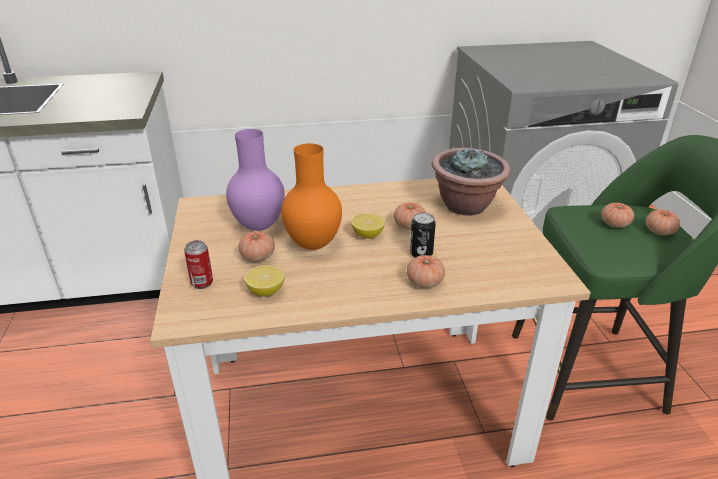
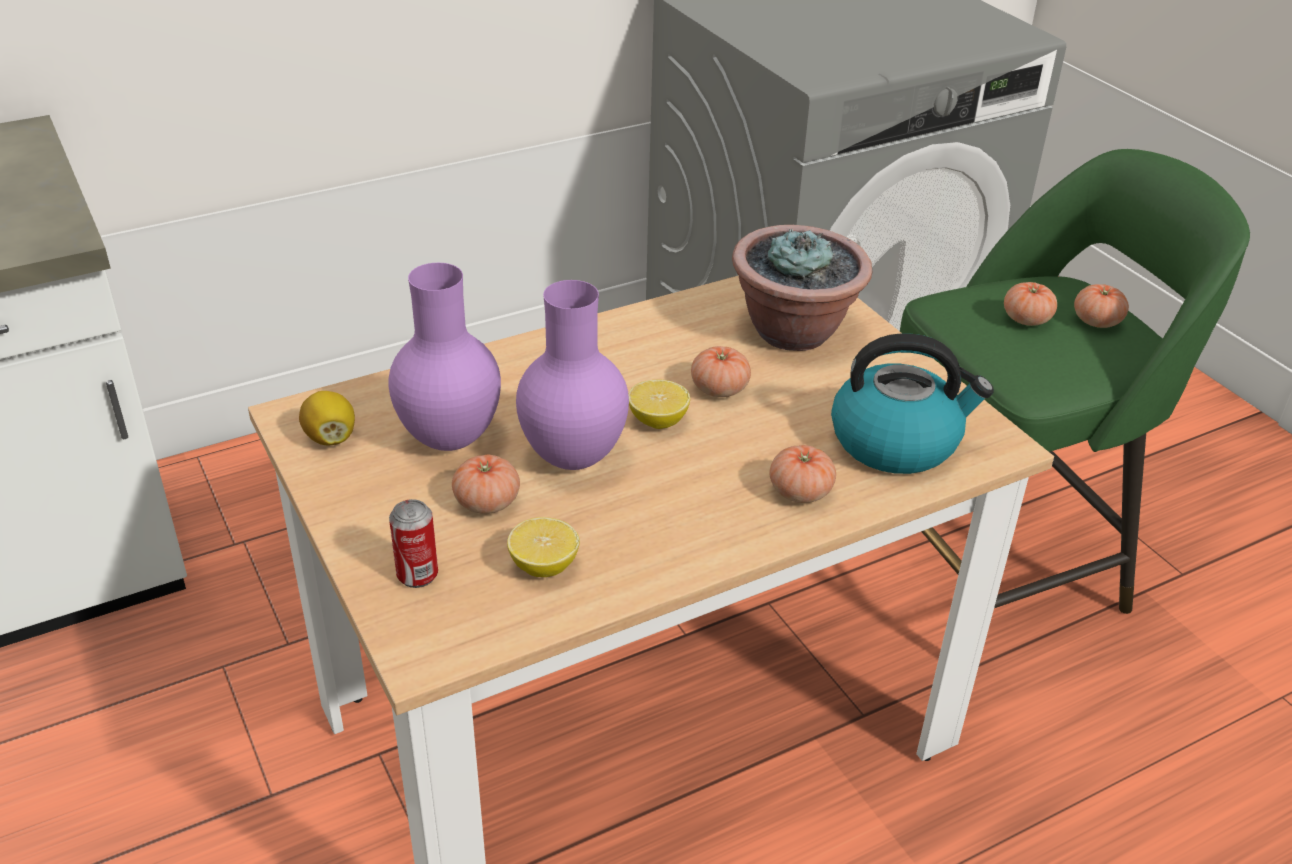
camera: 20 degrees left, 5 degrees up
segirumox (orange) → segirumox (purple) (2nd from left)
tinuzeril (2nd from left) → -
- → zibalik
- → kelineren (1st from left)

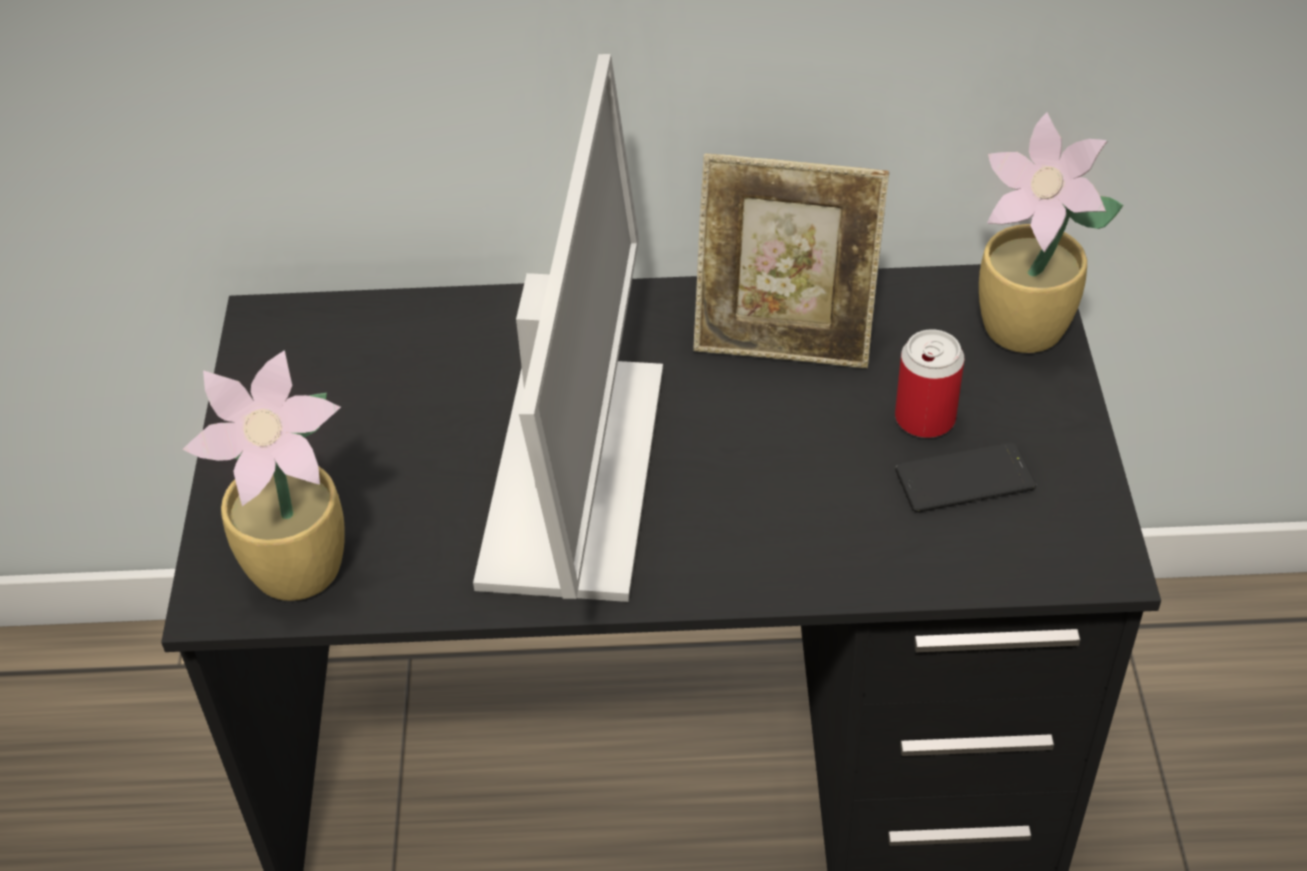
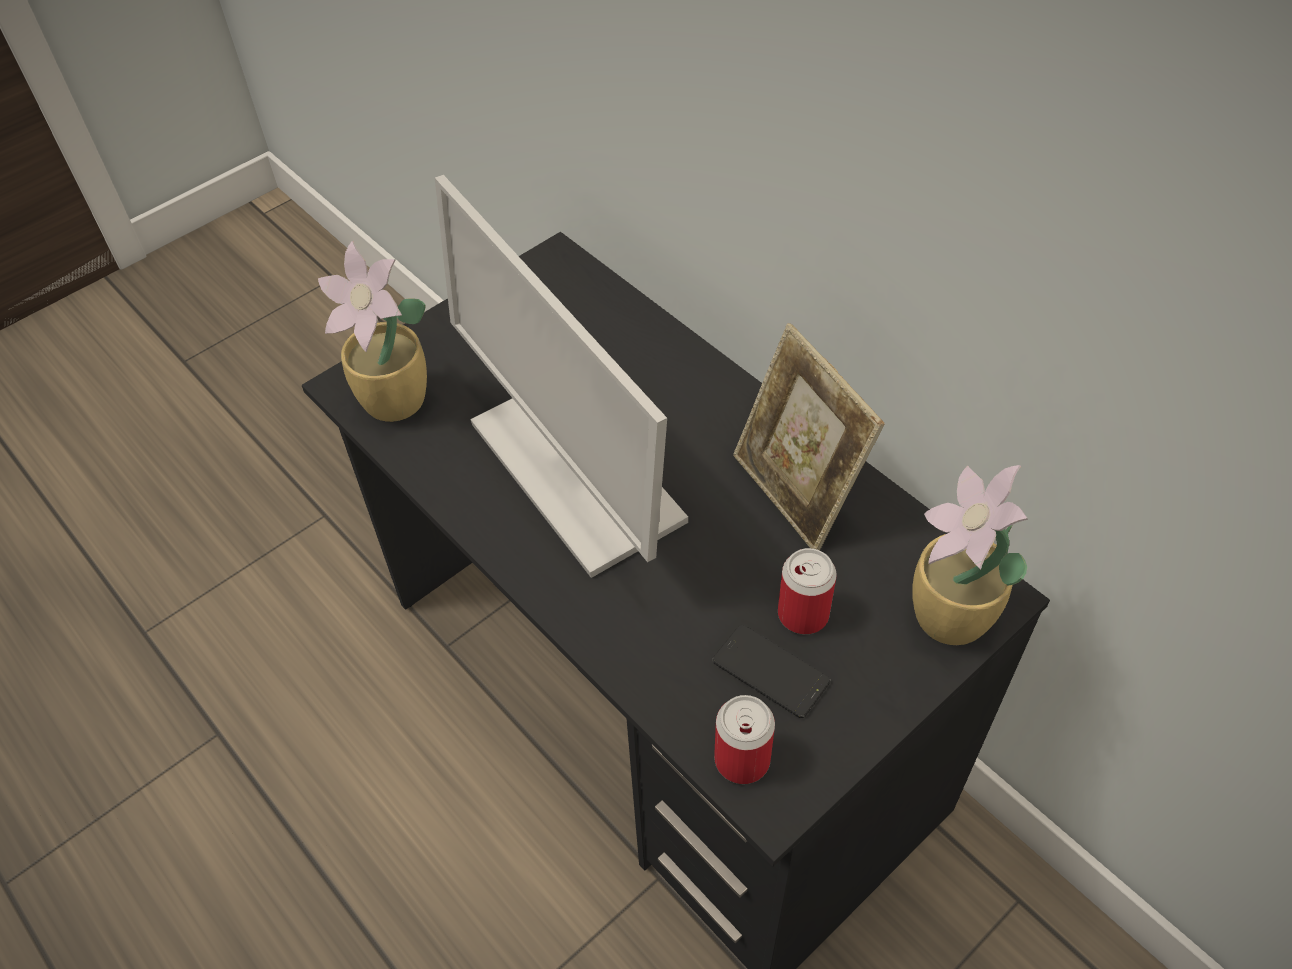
camera: 50 degrees right, 5 degrees up
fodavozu, 90 degrees clockwise
- → tinuzeril (1st from left)

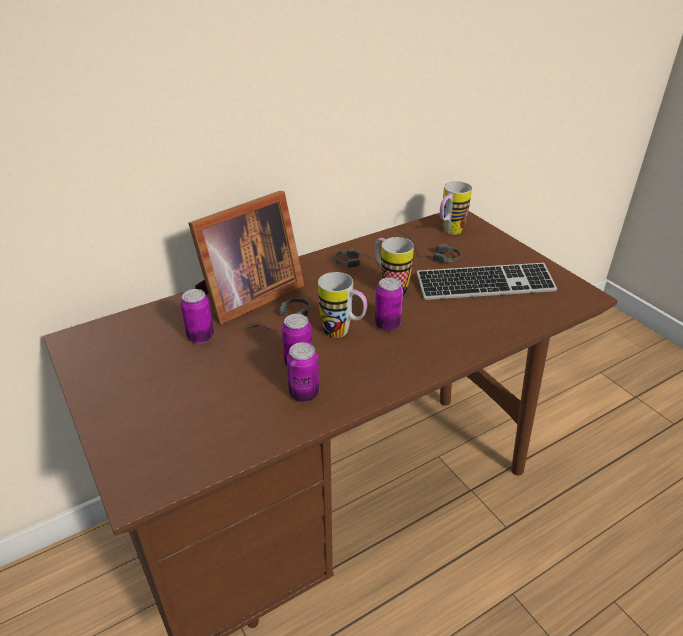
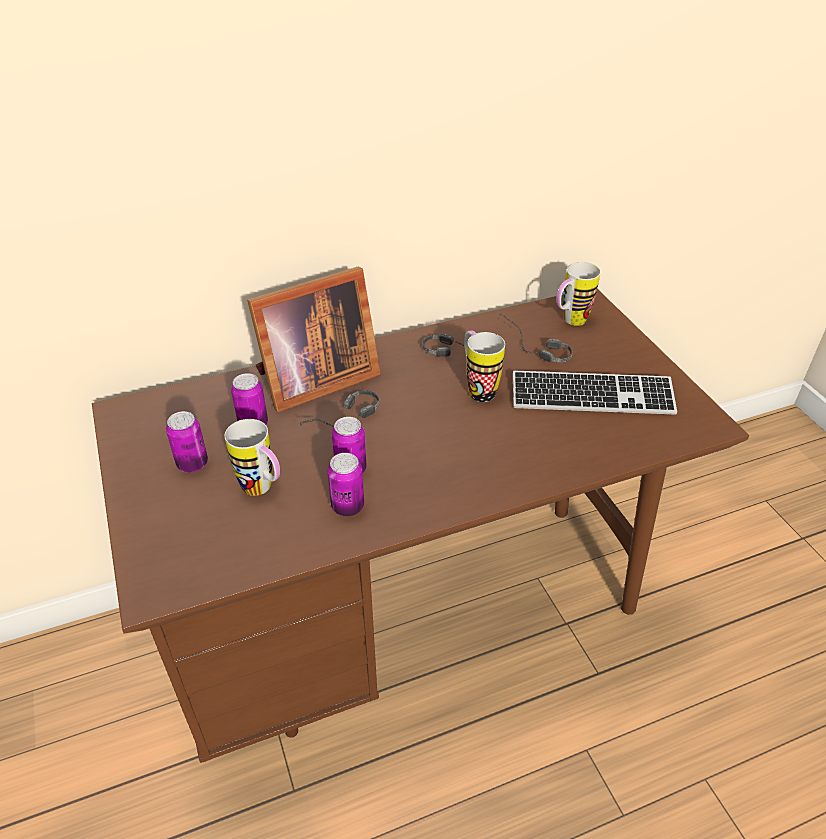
camera: 10 degrees right, 5 degrees up
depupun (1st from left), move
tinuzeril (4th from left in the first image) → tinuzeril (1st from left), move

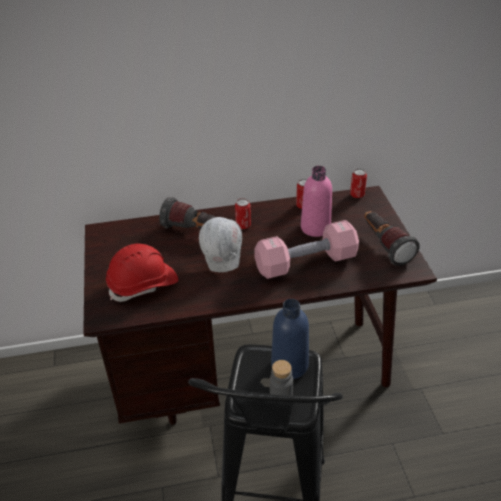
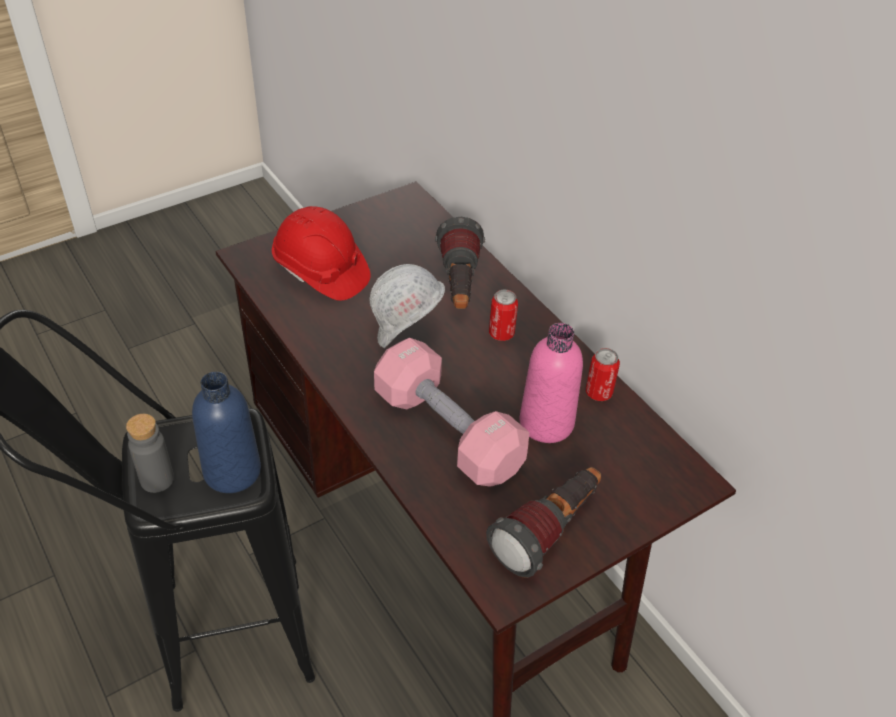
camera: 65 degrees right, 5 degrees up
tinuzeril (3rd from left) → -

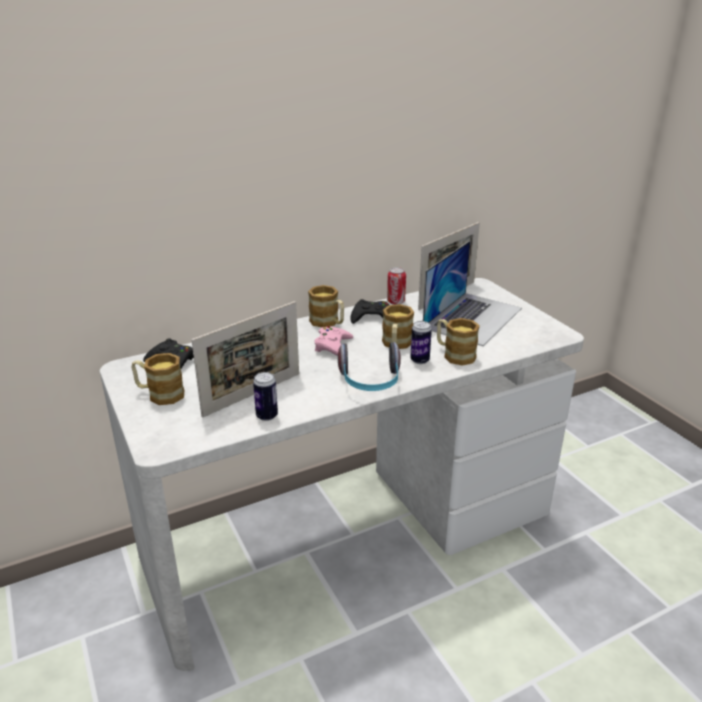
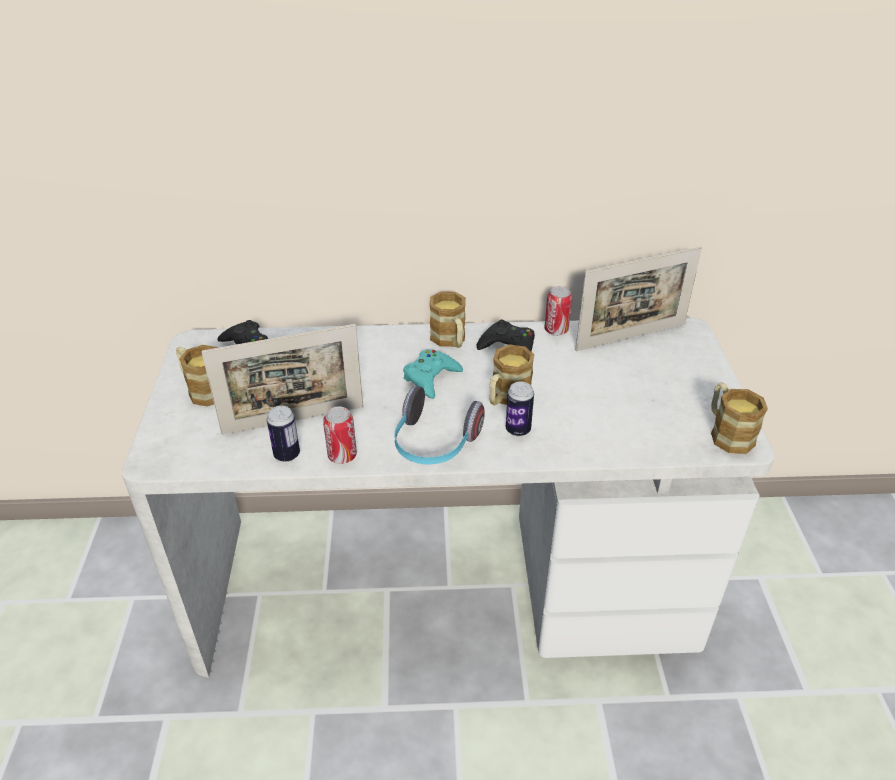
camera: 25 degrees right, 10 degrees up
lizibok → -
depupun (4th from left), move
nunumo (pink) → nunumo (turquoise)
- → tinuzeril (2nd from left)

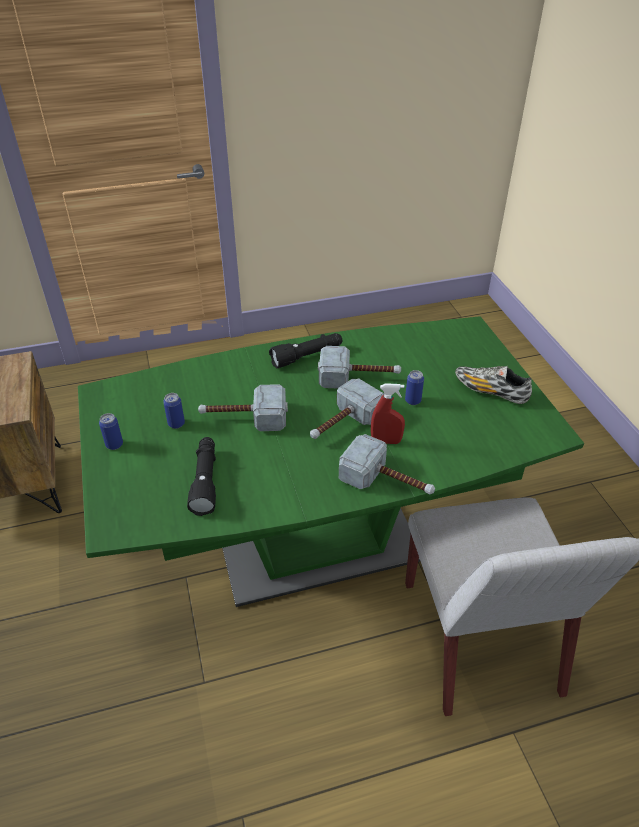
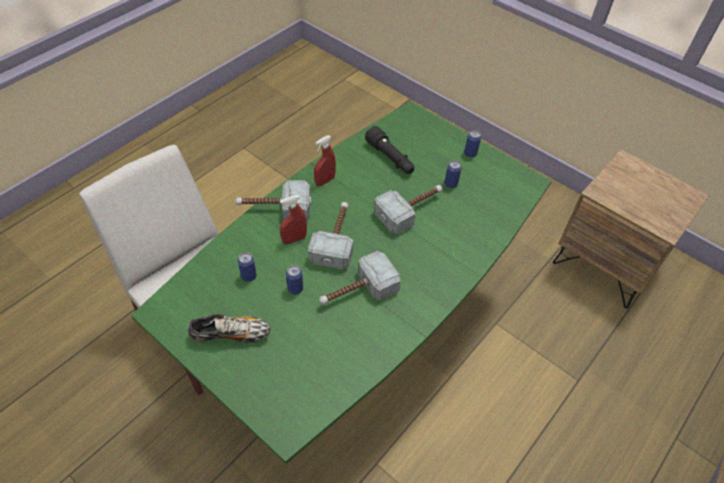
camera: 145 degrees right, 10 degrees up
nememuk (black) (2nd from left) → -
- → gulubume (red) (2nd from left)
- → tinuzeril (1st from left)

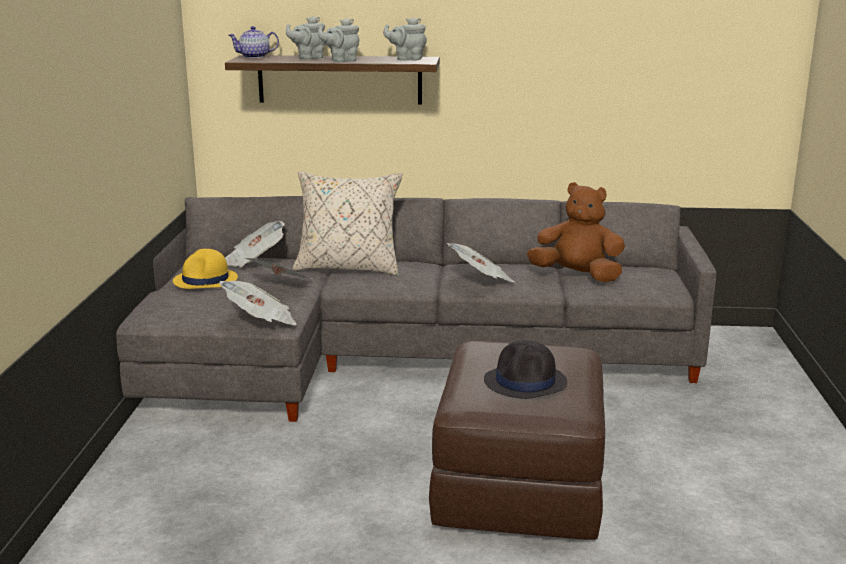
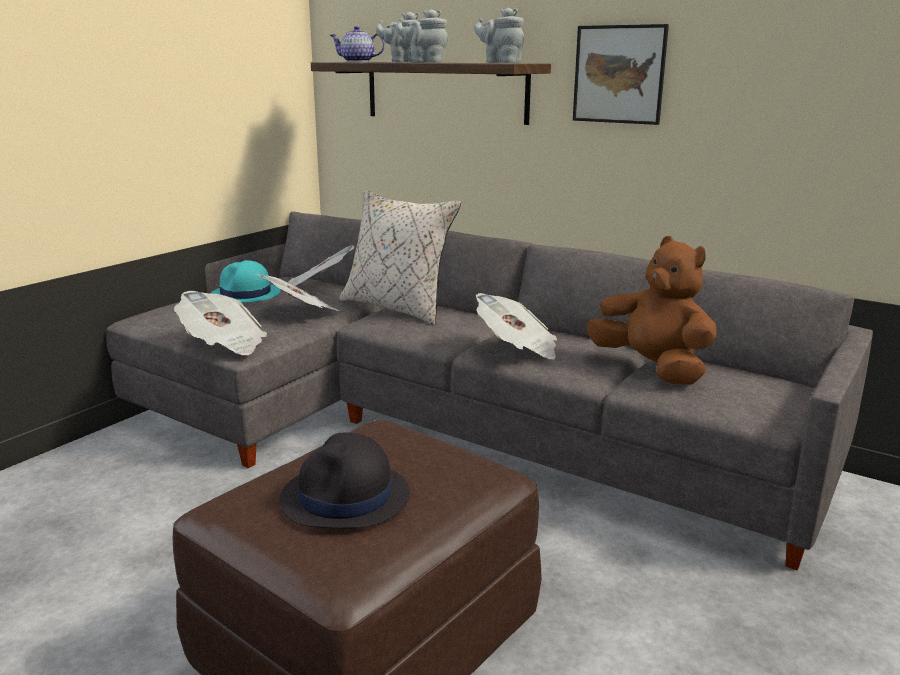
camera: 30 degrees right, 0 degrees up
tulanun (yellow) → tulanun (turquoise)
- → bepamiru

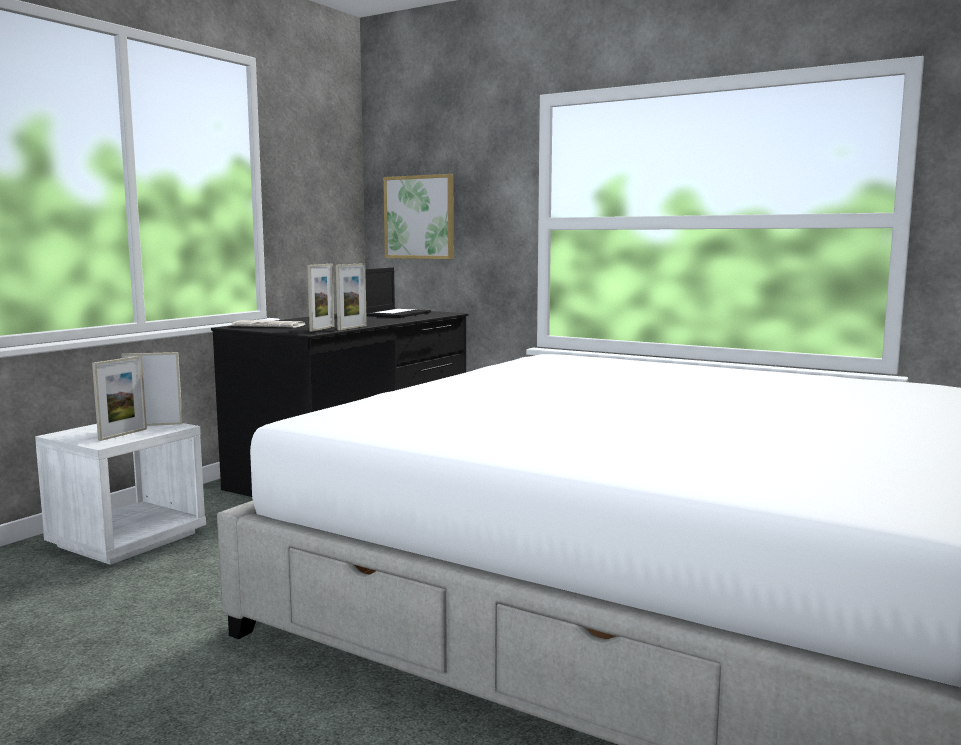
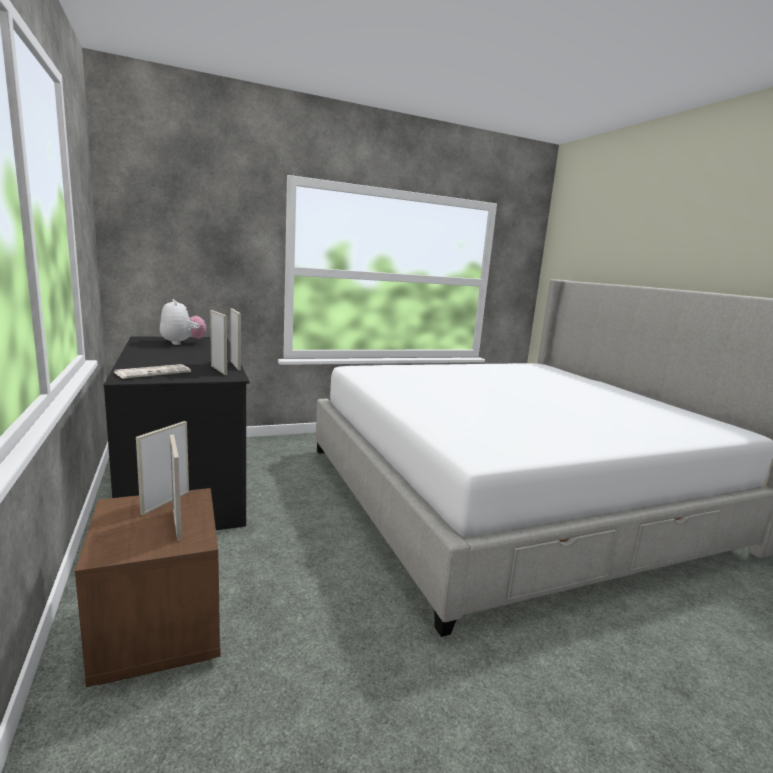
camera: 55 degrees left, 5 degrees up
bepamiru → -
lizibok → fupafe
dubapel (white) → dubapel (brown)

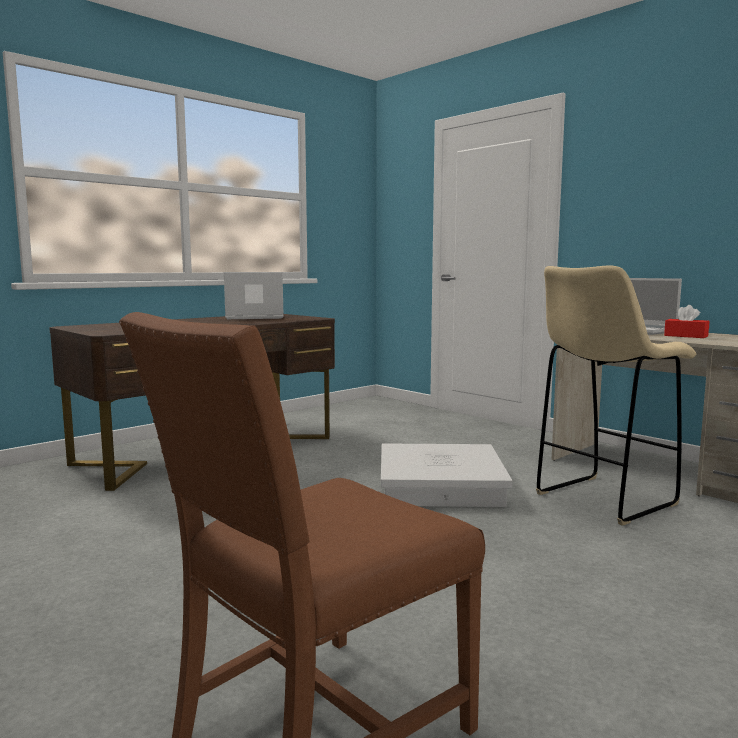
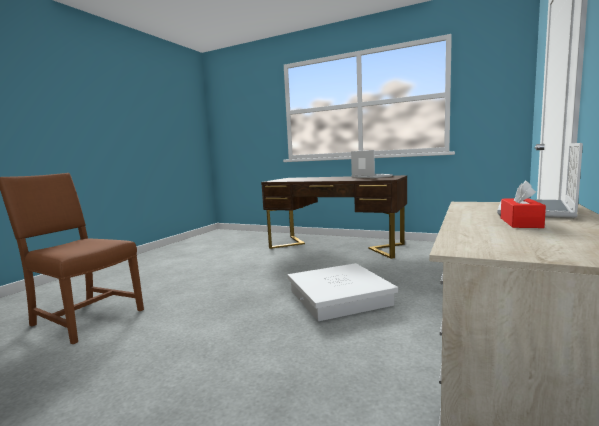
camera: 70 degrees right, 0 degrees up
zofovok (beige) → -

